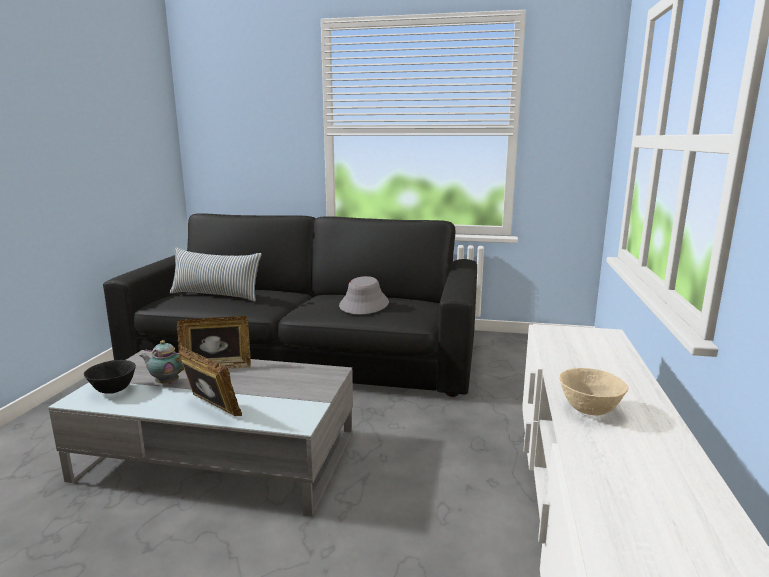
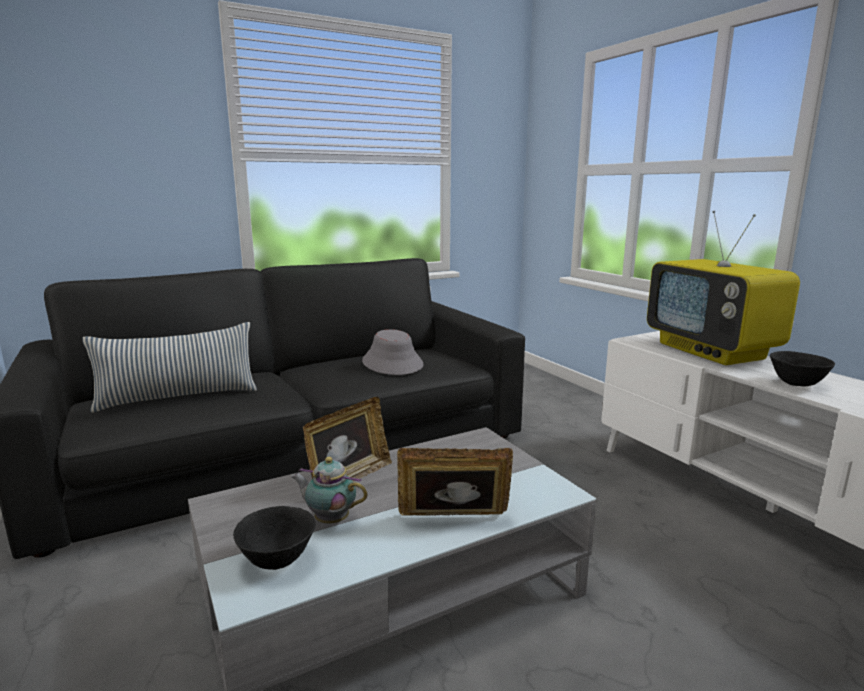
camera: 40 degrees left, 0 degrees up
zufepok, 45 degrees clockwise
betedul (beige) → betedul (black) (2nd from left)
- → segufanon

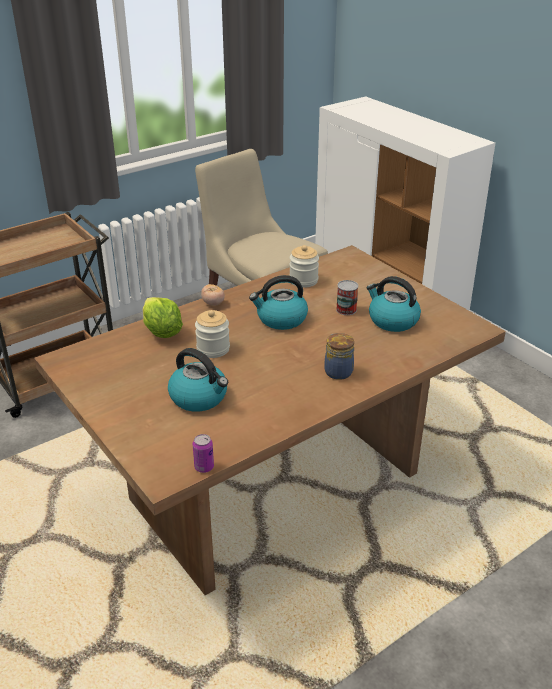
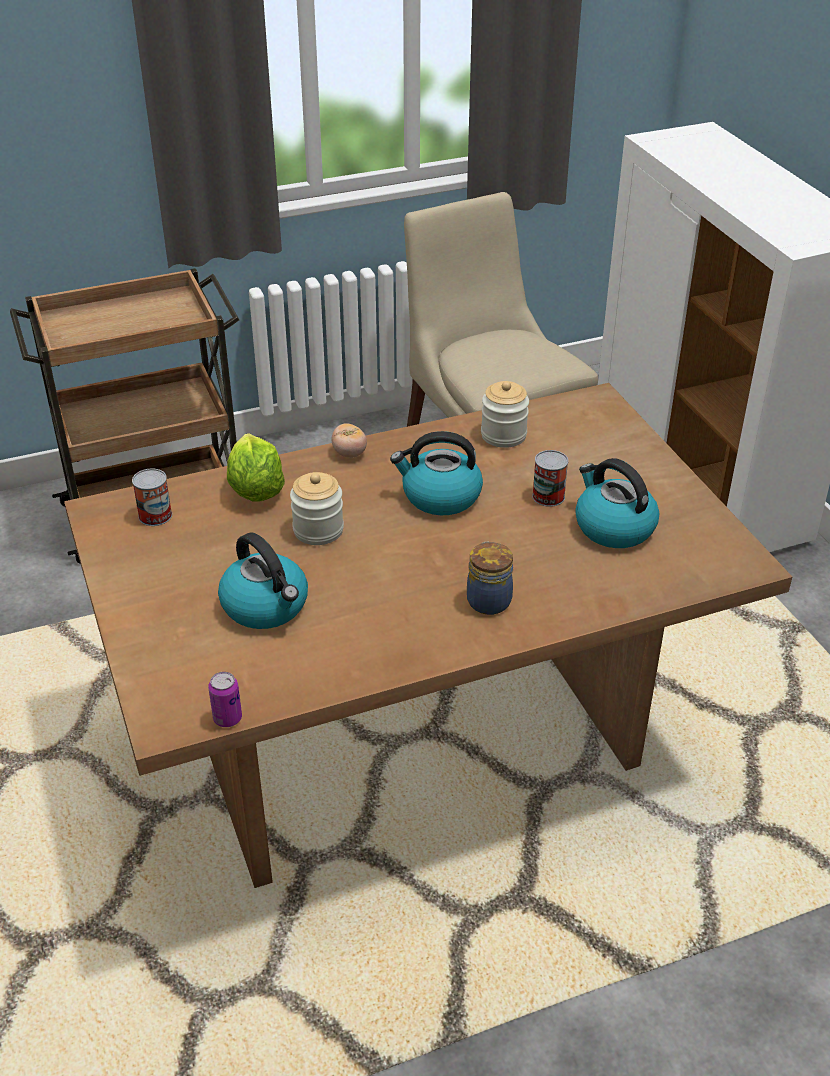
camera: 15 degrees right, 5 degrees up
- → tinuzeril (1st from left)

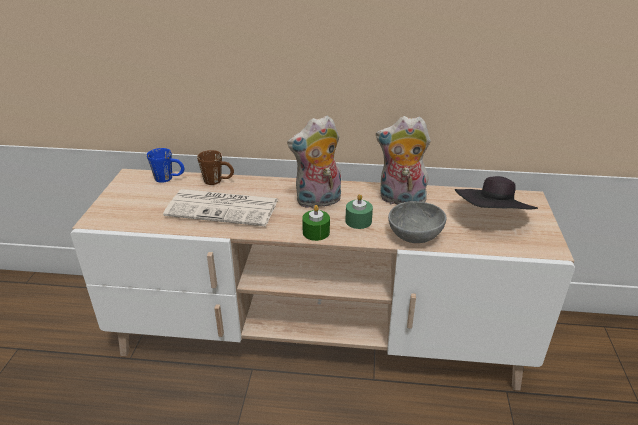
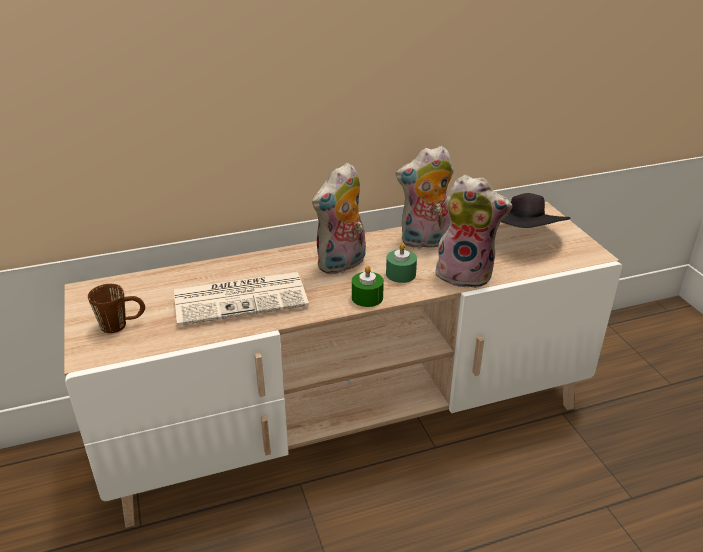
camera: 25 degrees left, 0 degrees up
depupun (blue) → -
depupun (brown), move
betedul (grey) → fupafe (3rd from left)

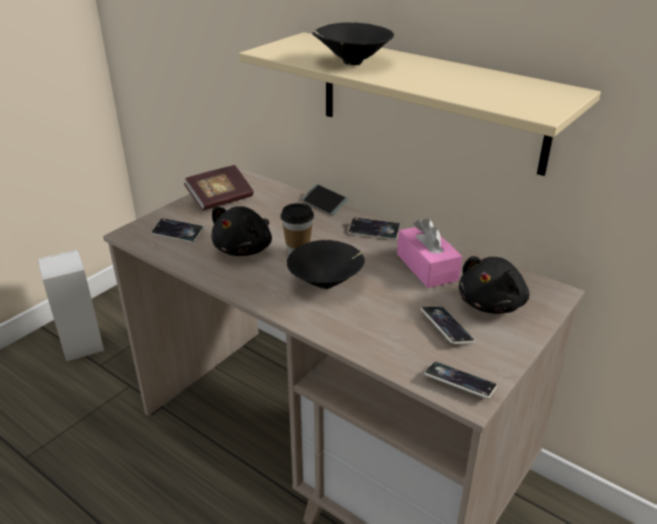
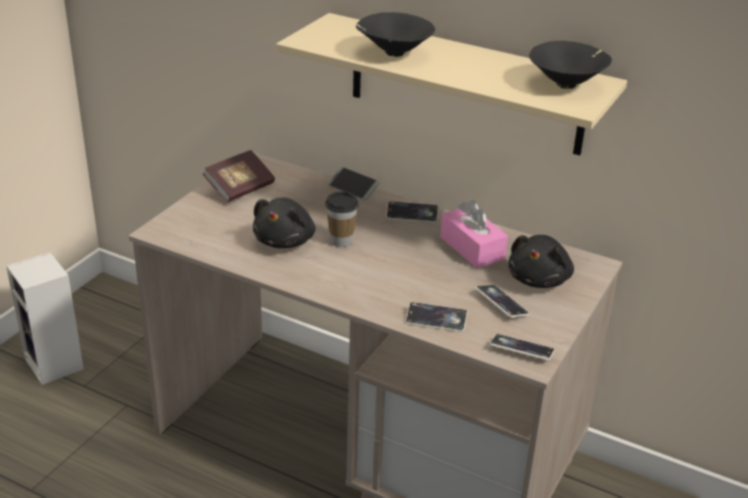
camera: 10 degrees left, 0 degrees up
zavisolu (1st from left in the first image) → zavisolu (3rd from left), move
betedul (black) (1st from left in the first image) → betedul (black) (2nd from left), move

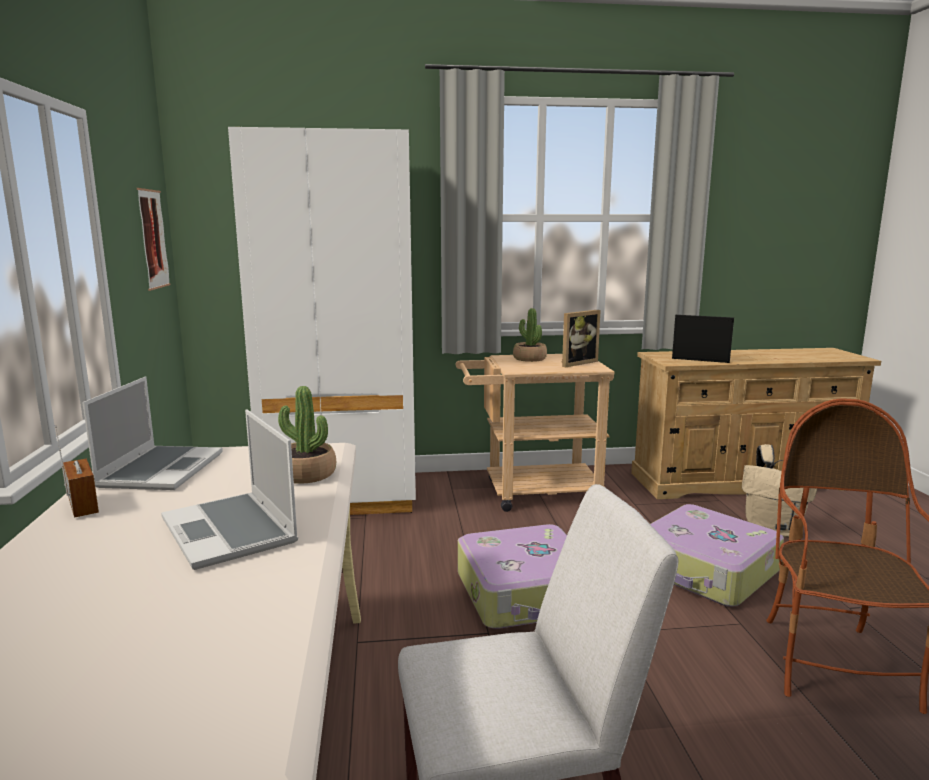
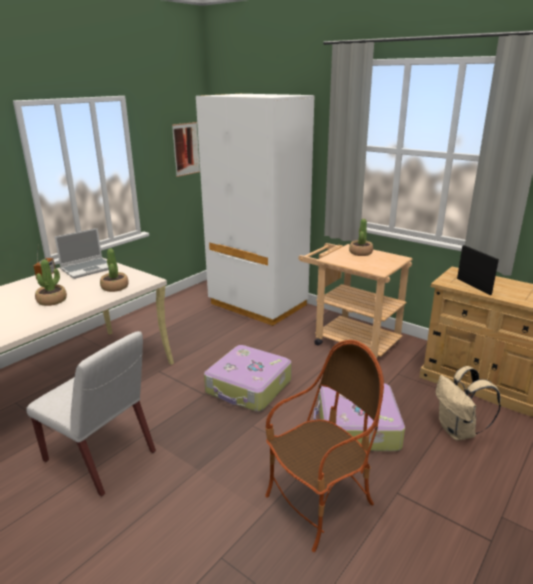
camera: 45 degrees right, 10 degrees up
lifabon (1st from left) → -
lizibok (2nd from left) → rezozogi (1st from left)

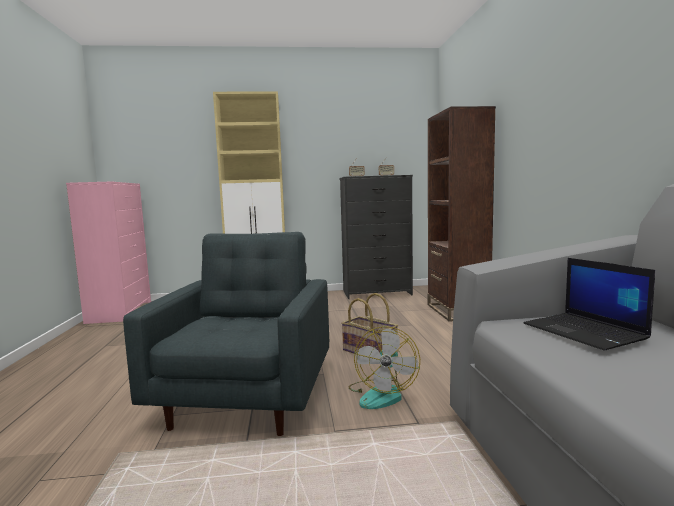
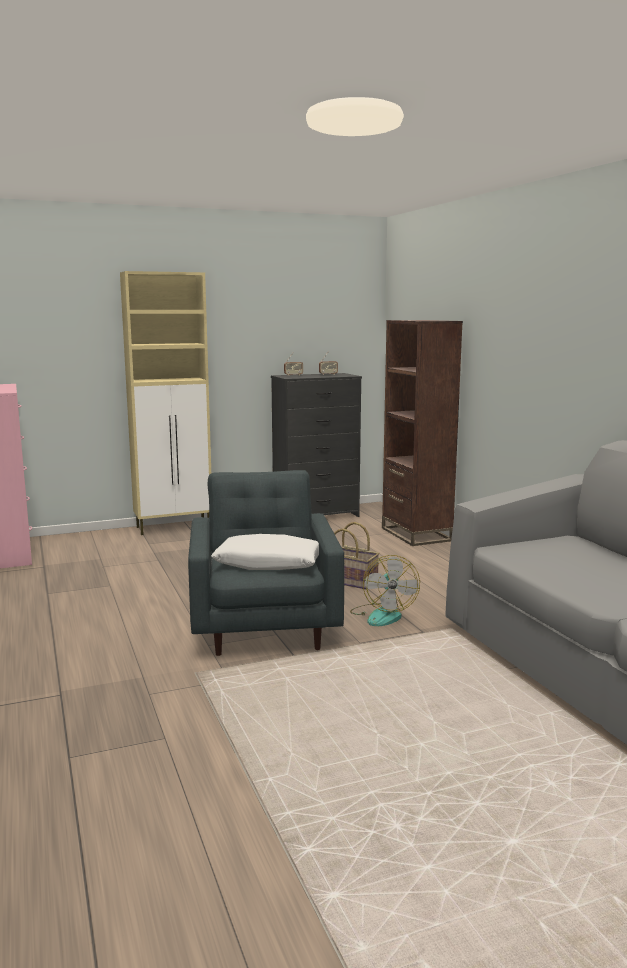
camera: 15 degrees left, 5 degrees up
lizibok → -
- → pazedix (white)

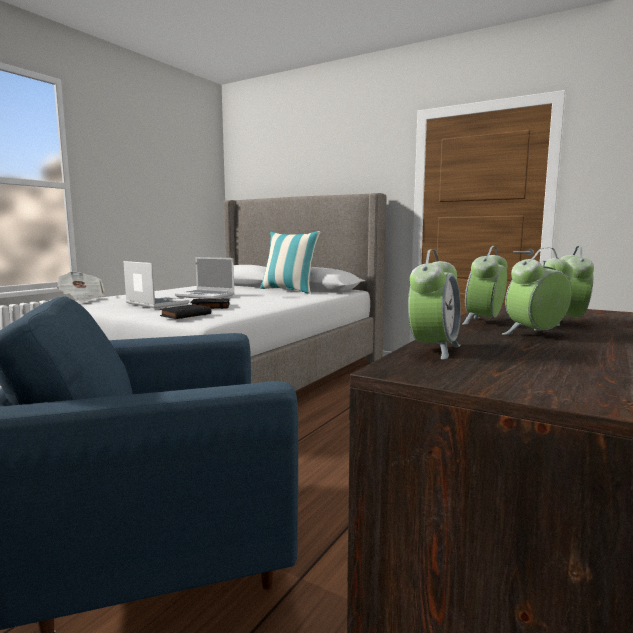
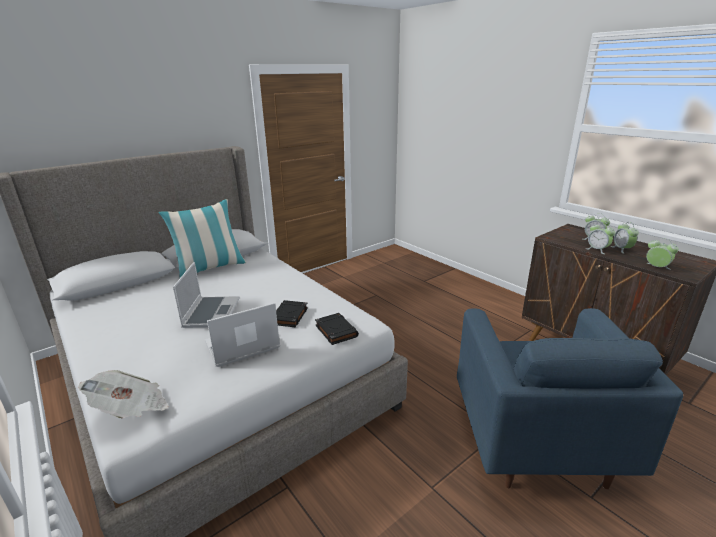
camera: 70 degrees left, 15 degrees up
lizibok (2nd from left in the first image) → lizibok (1st from left), 45 degrees counterclockwise

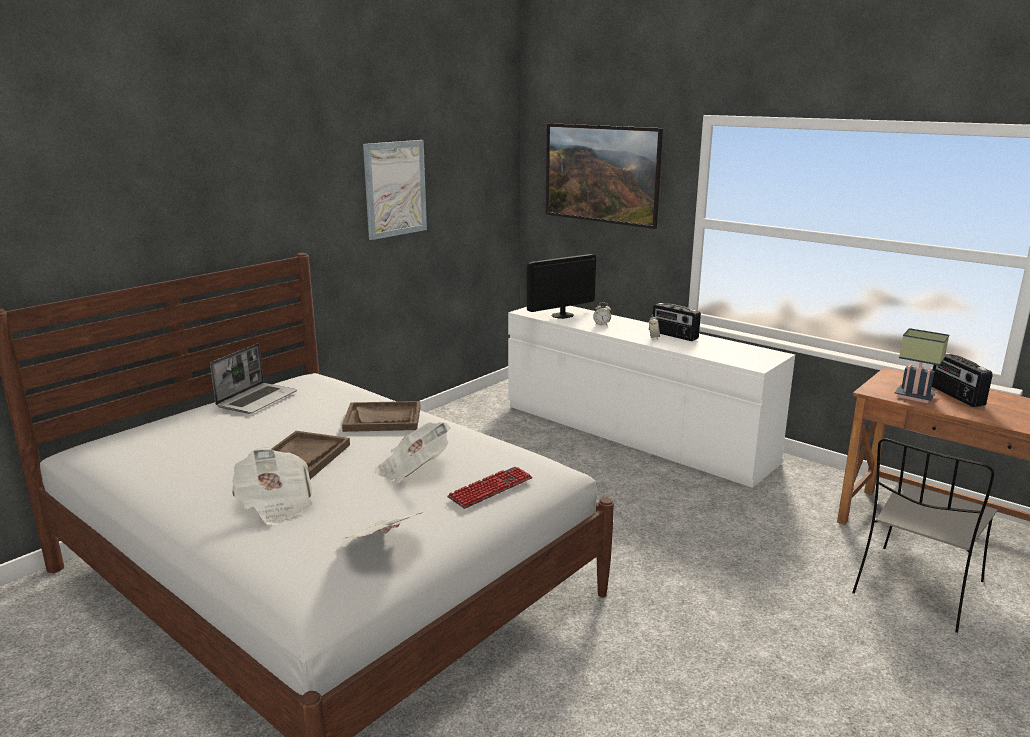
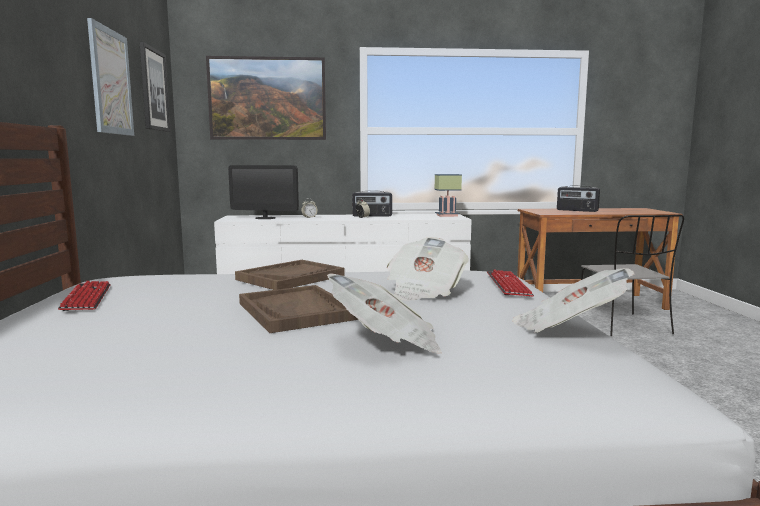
camera: 45 degrees left, 10 degrees down
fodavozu, 90 degrees counterclockwise
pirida, move
lizibok → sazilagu (1st from left)
- → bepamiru (2nd from left)

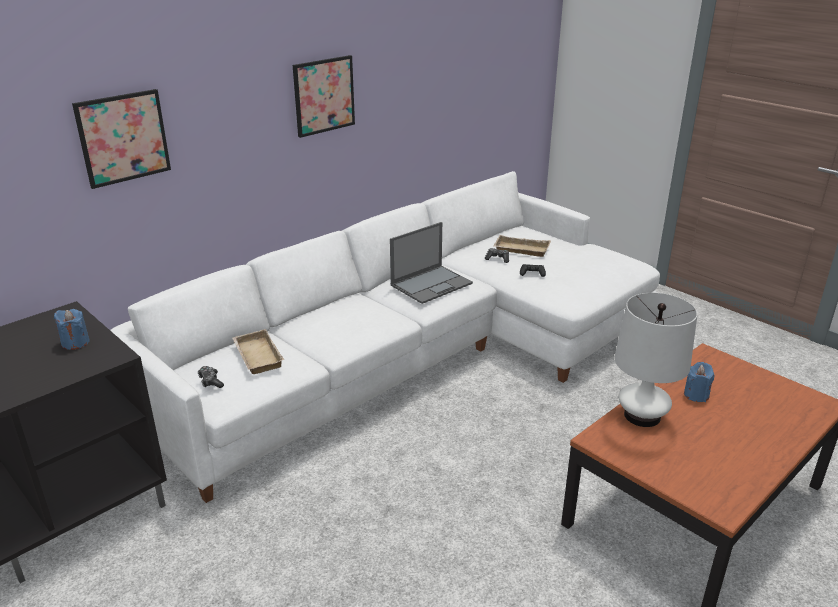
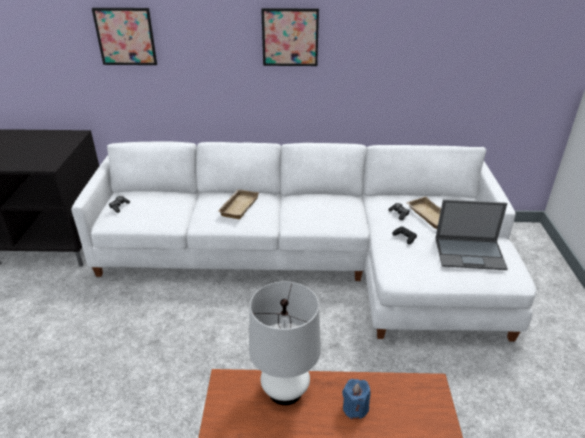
camera: 45 degrees right, 5 degrees up
lizibok, move
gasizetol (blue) (1st from left) → -
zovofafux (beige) (1st from left), move

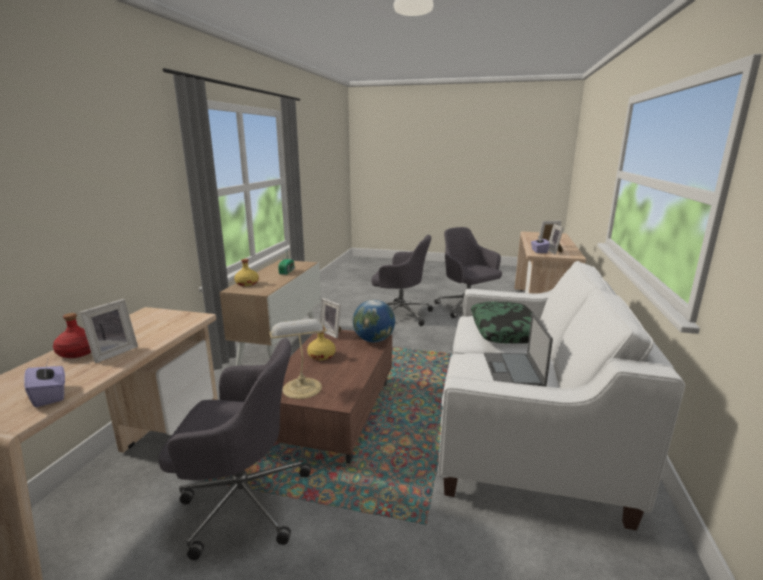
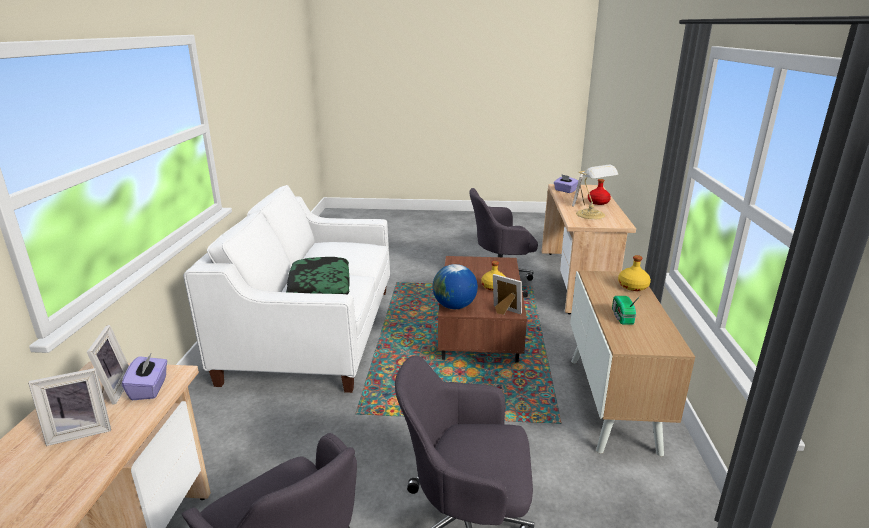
camera: 170 degrees right, 5 degrees up
lizibok → -
pirida, move

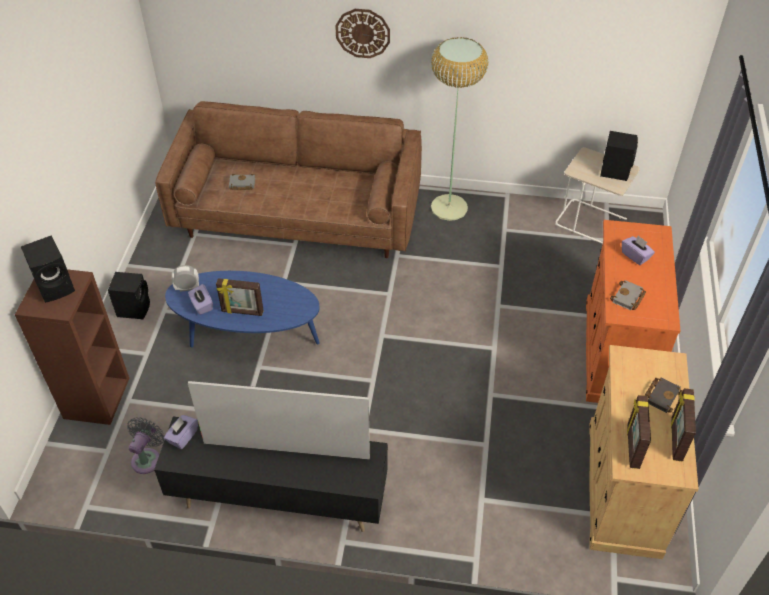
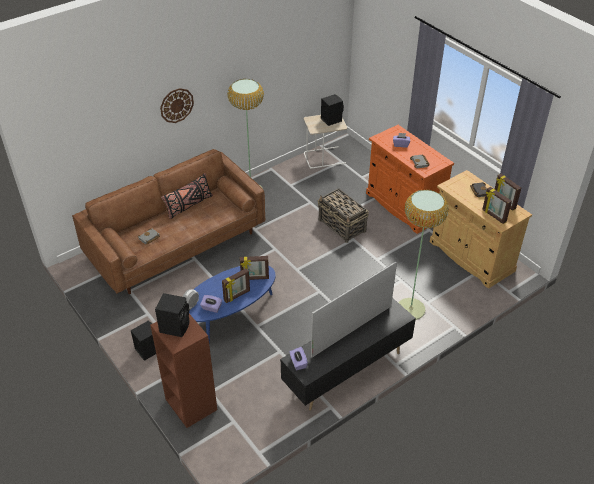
camera: 45 degrees left, 5 degrees down
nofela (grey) → -
- → pazedix (black)
- → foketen
- → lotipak (2nd from left)
- → lifabon (2nd from left)

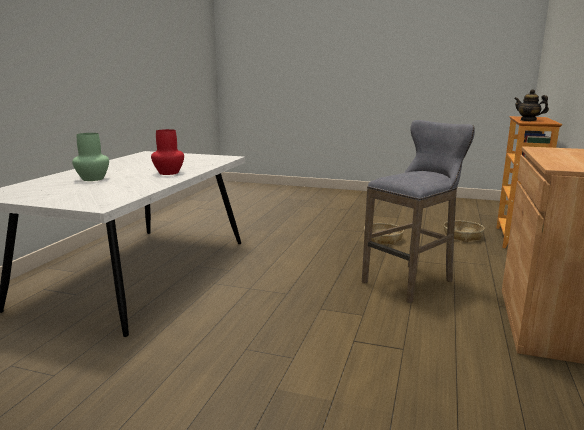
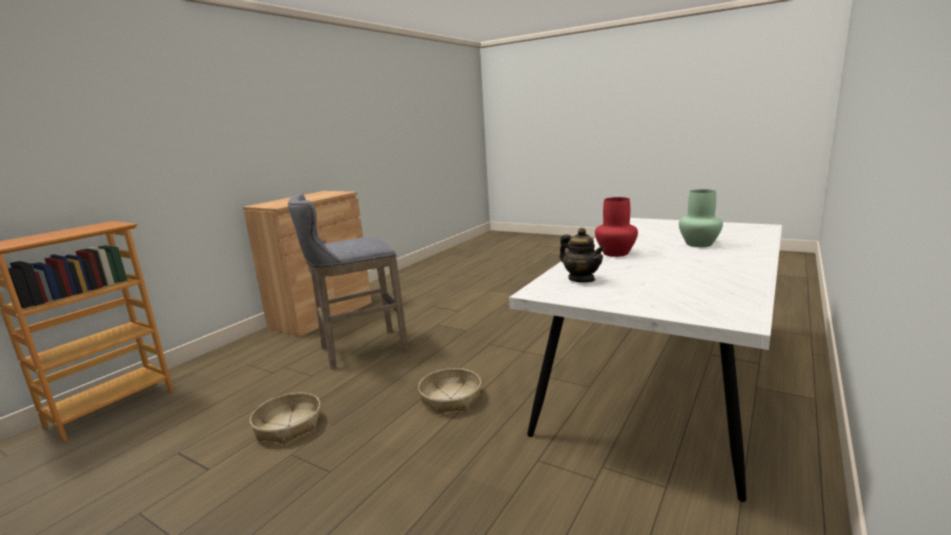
camera: 165 degrees left, 0 degrees up
zufepok, move
foketen (2nd from left), move

